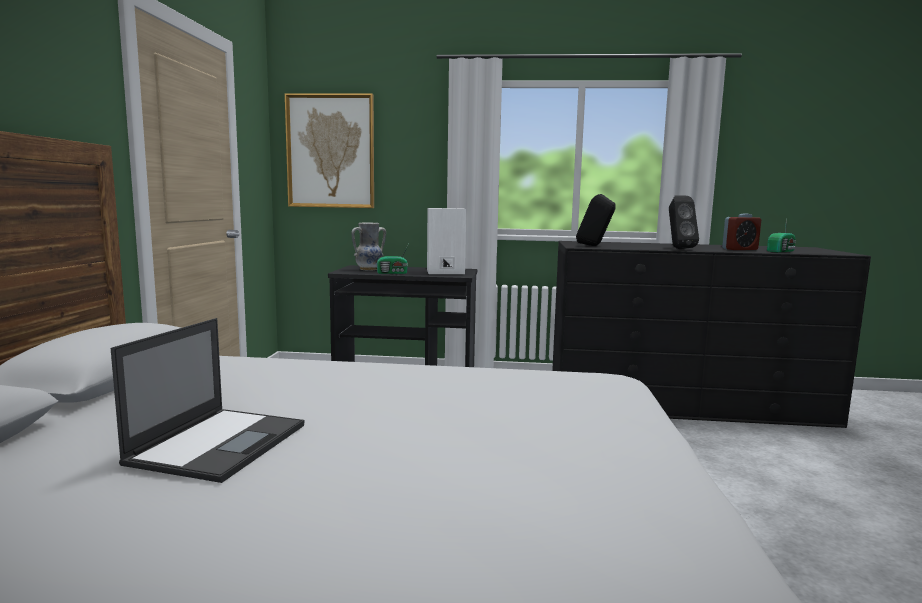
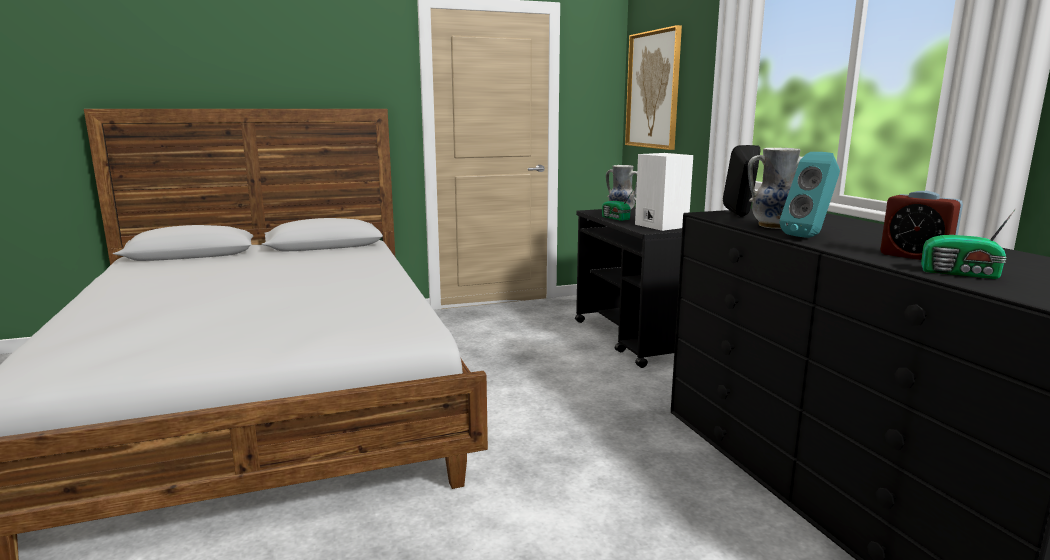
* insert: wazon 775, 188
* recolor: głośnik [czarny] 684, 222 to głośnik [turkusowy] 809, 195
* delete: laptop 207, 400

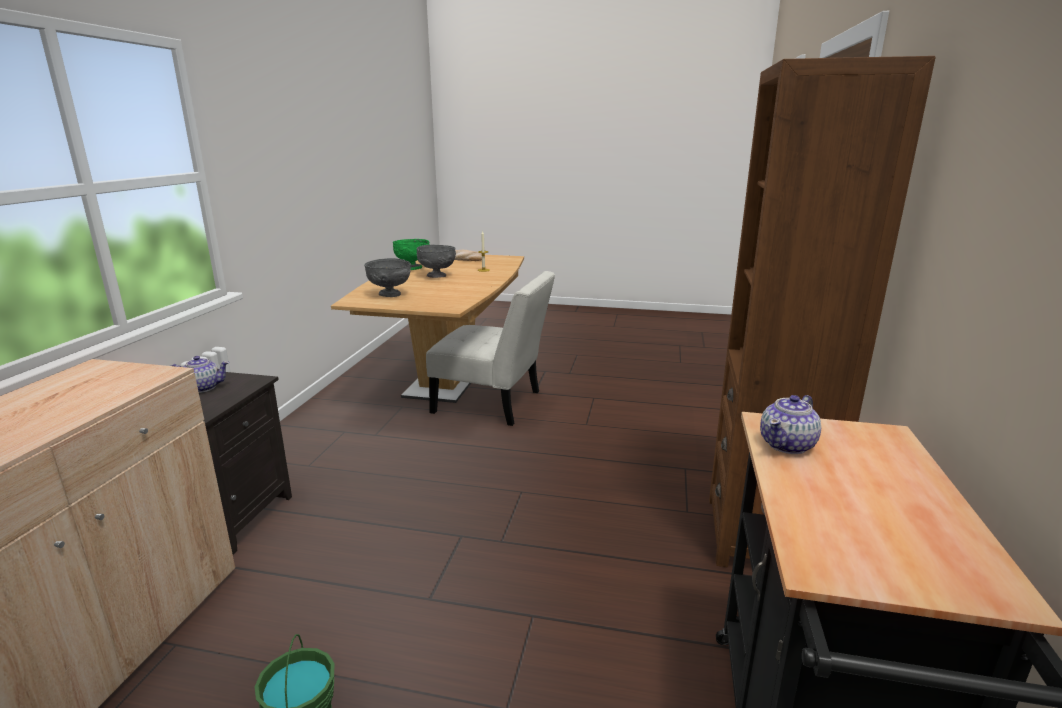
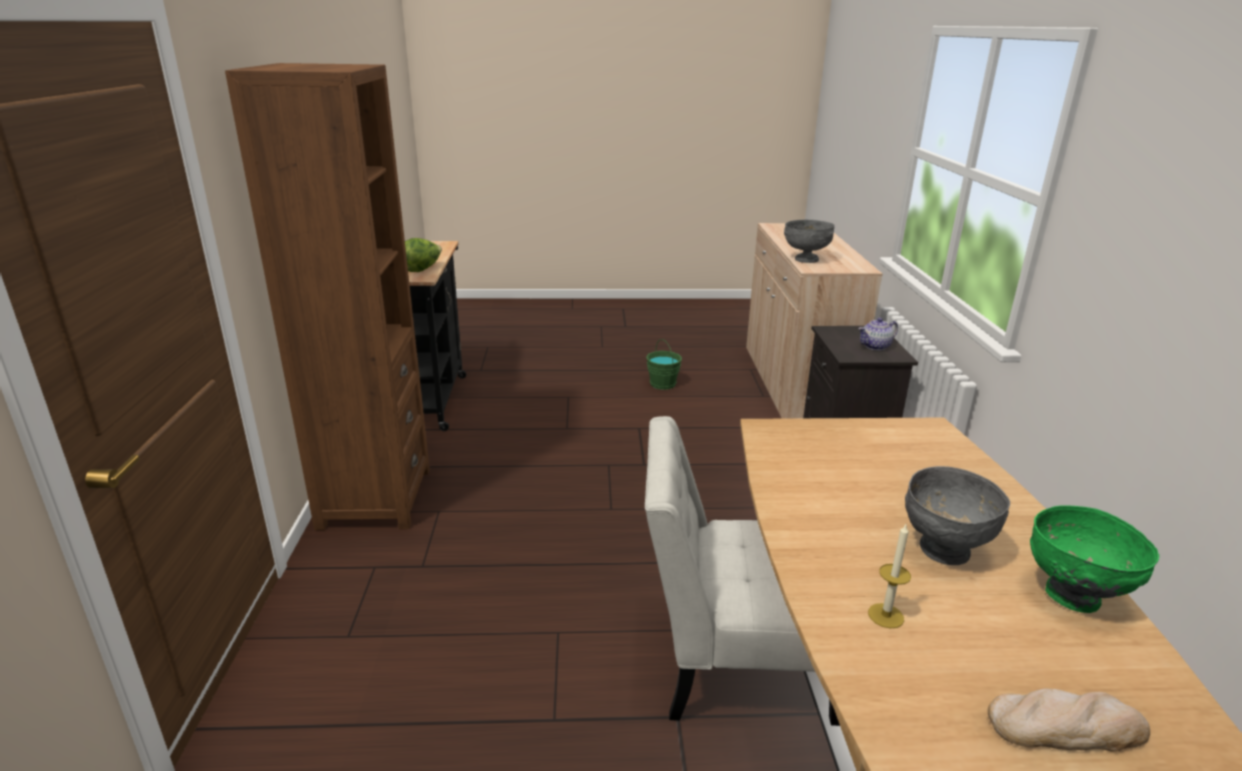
* replace: imbryk 790, 424 to sałata 423, 255
* move: miska [szary] 387, 277 to 809, 241

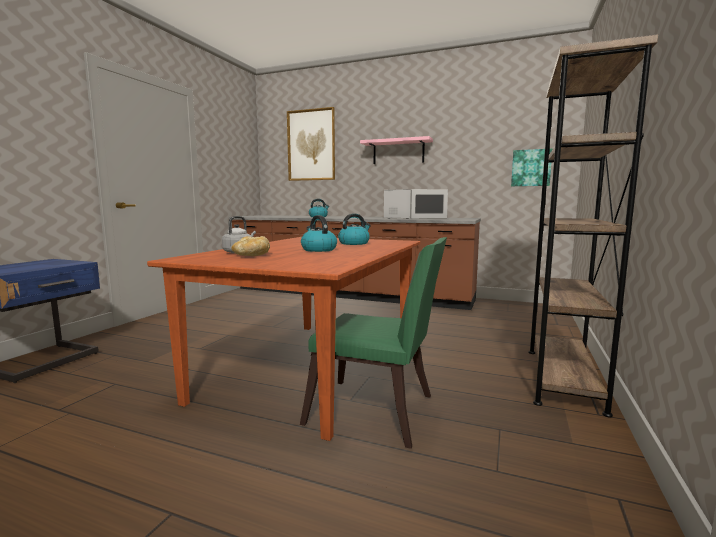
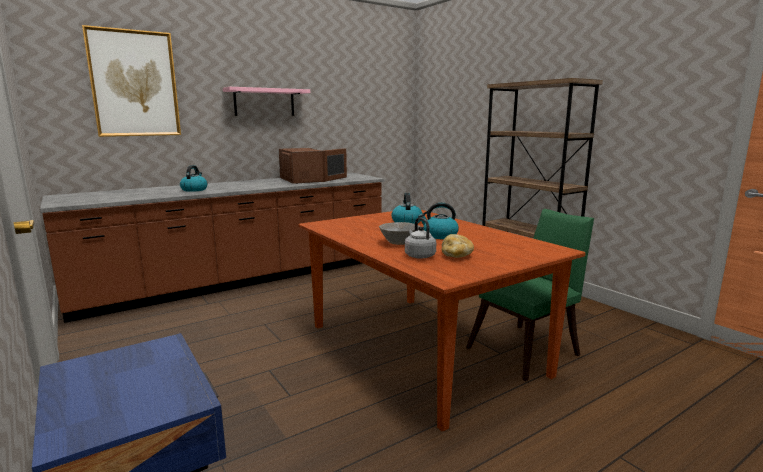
* recolor: mikrofalówka [biały] 416, 204 to mikrofalówka [brązowy] 313, 166
* insert: miska [szary] 399, 233
* delete: obraz 531, 167

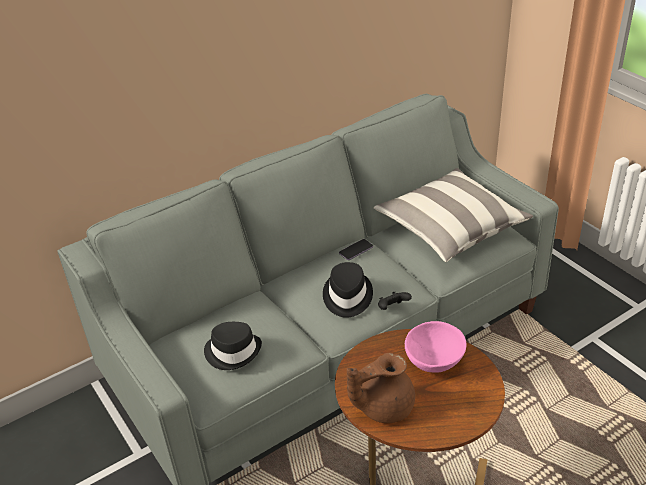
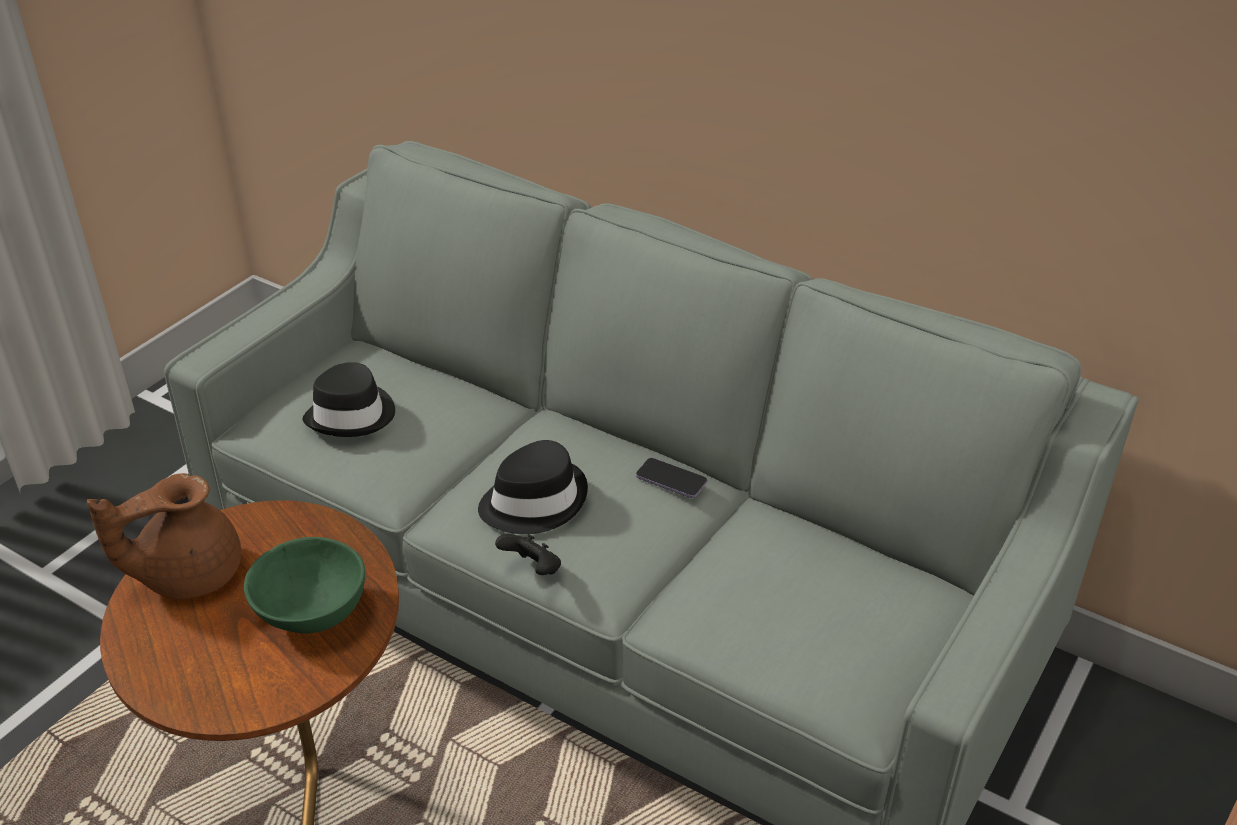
* rotate: imbryk [brązowy] 381, 388 = 164, 536 75 degrees counterclockwise
* recolor: miska [różowy] 435, 347 to miska [zielony] 304, 585
* delete: poduszka 453, 215

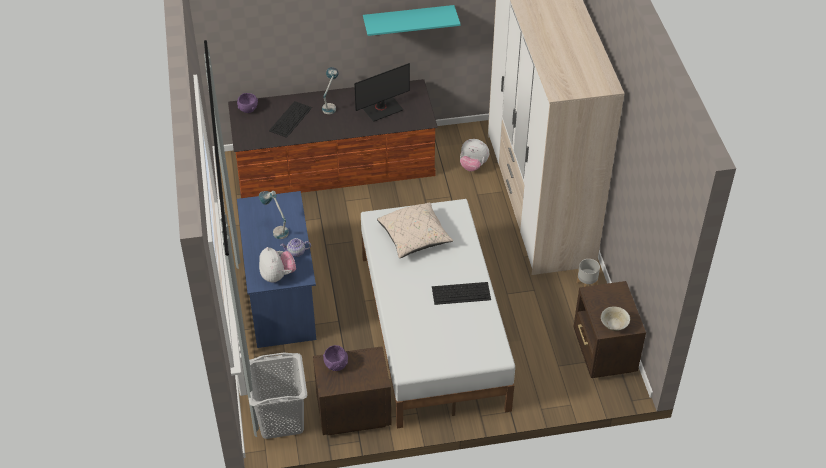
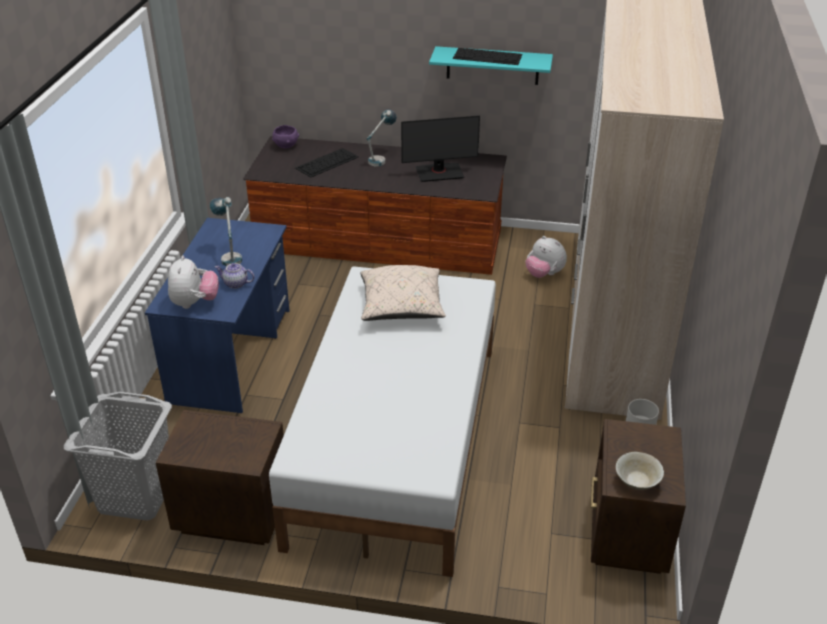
* move: klawiatura 461, 293 to 487, 56
* delete: miska [fioletowy] 335, 358

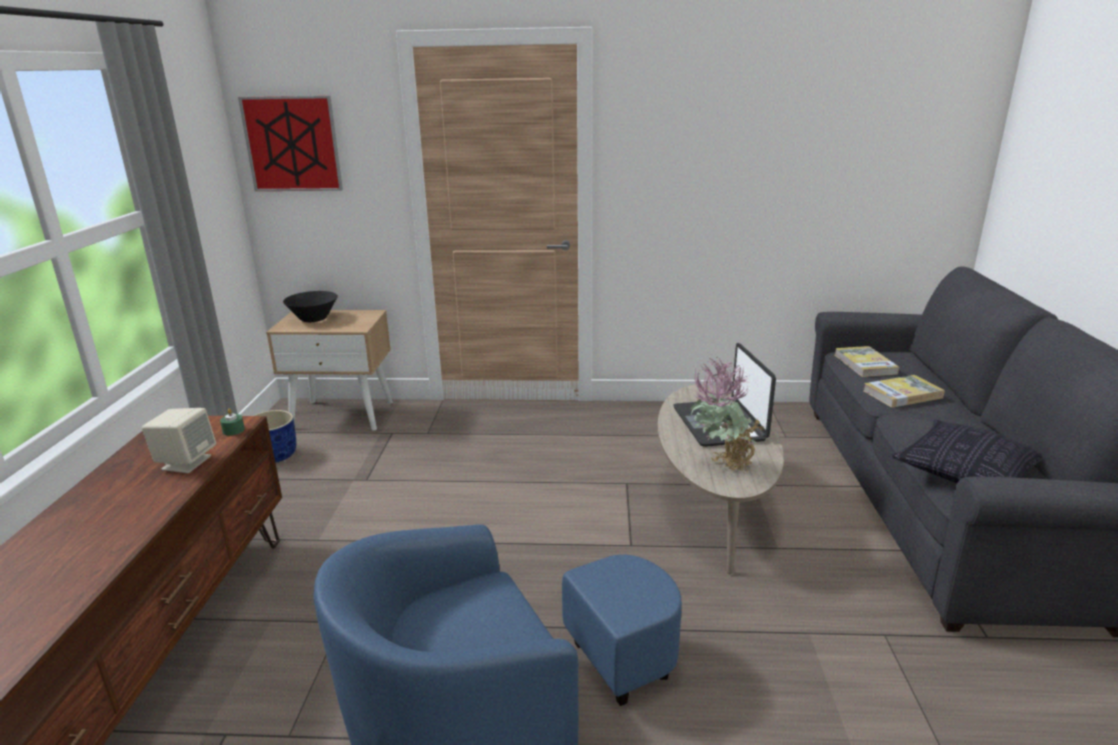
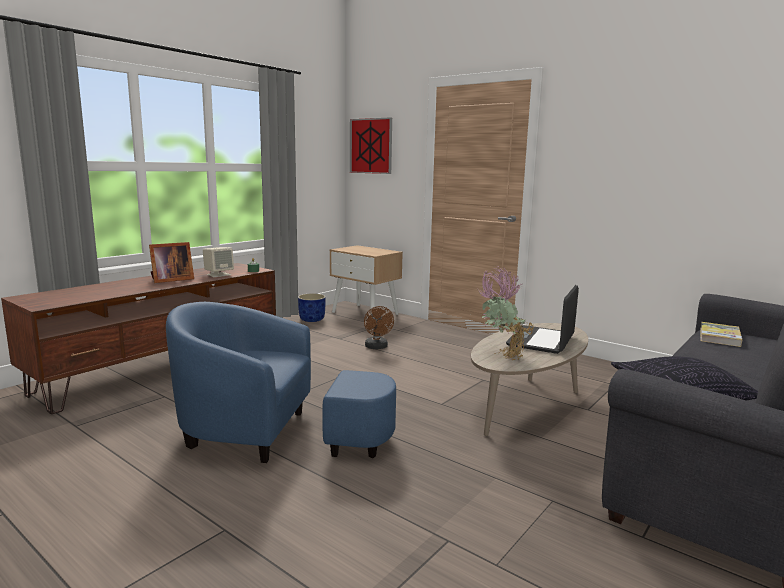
* insert: ramka na zdjęcie 171, 262
* insert: wentylator [brązowy] 379, 327
* delete: miska [czarny] 310, 306
* delete: książka 904, 391

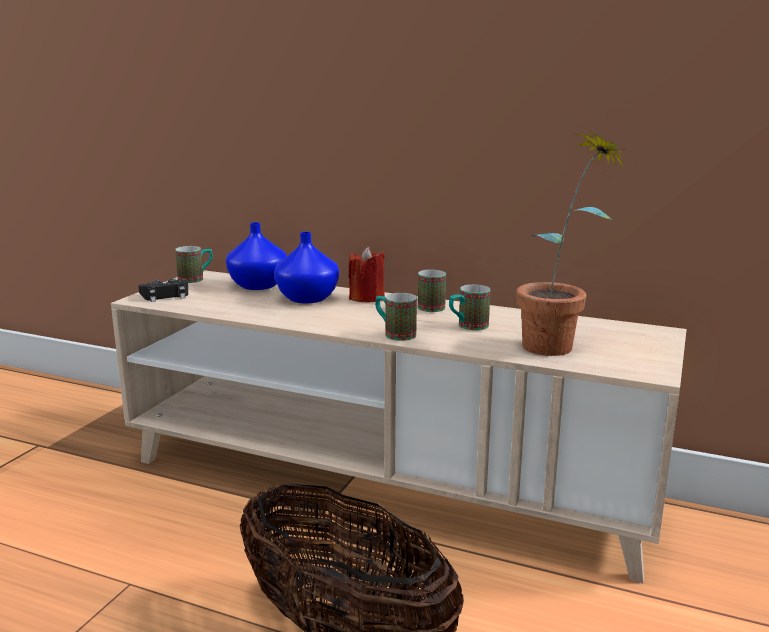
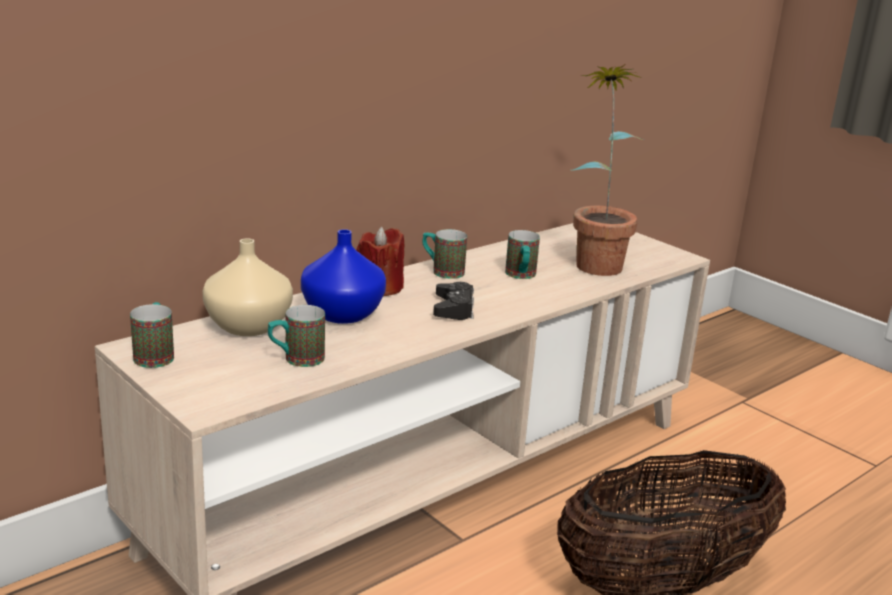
* recolor: wazon [niebieski] 256, 256 to wazon [beżowy] 247, 287
* move: kubek 396, 317 to 296, 336
* move: pad do gier [czarny] 163, 290 to 453, 301

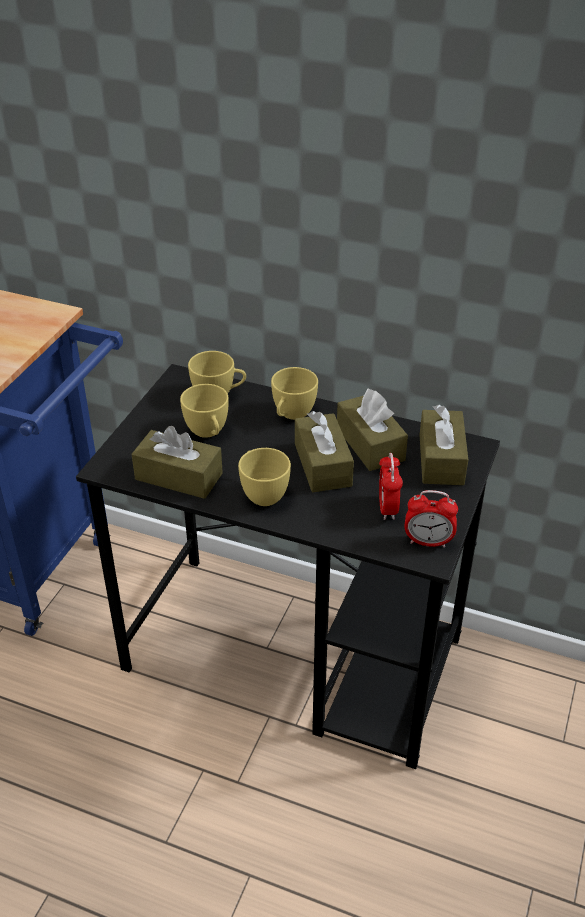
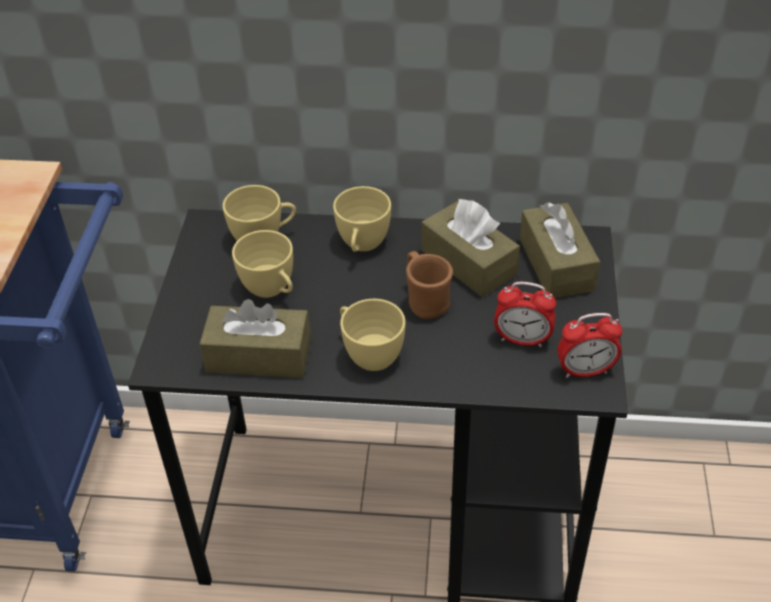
* replace: pudełko chusteczek [brązowy] 324, 451 to kubek [brązowy] 429, 285
* rotate: budzik 391, 486 = 525, 314 60 degrees counterclockwise

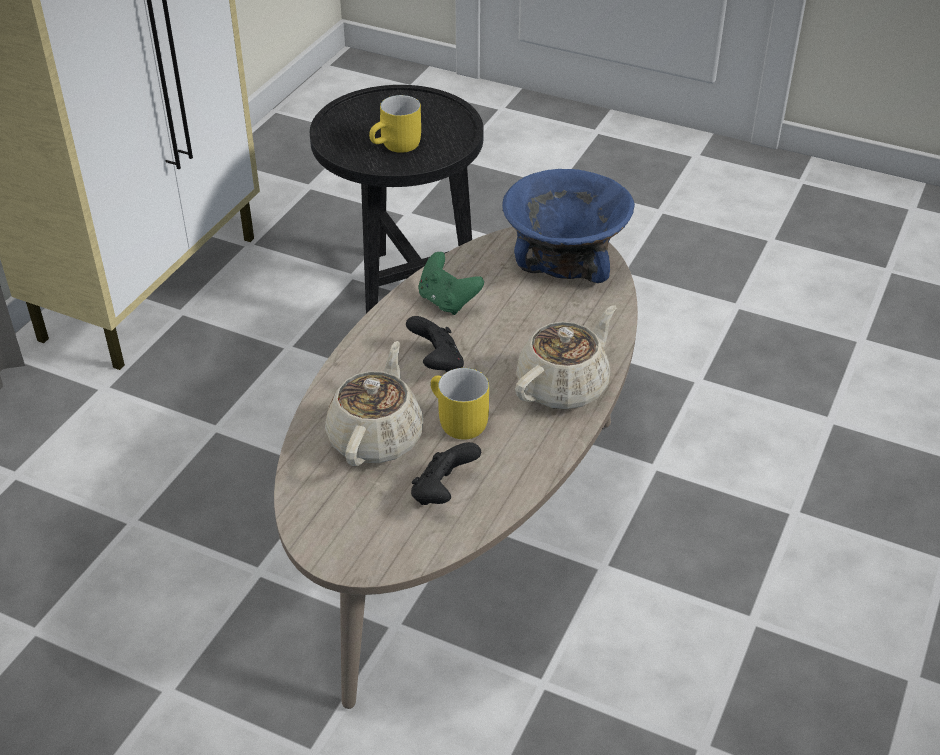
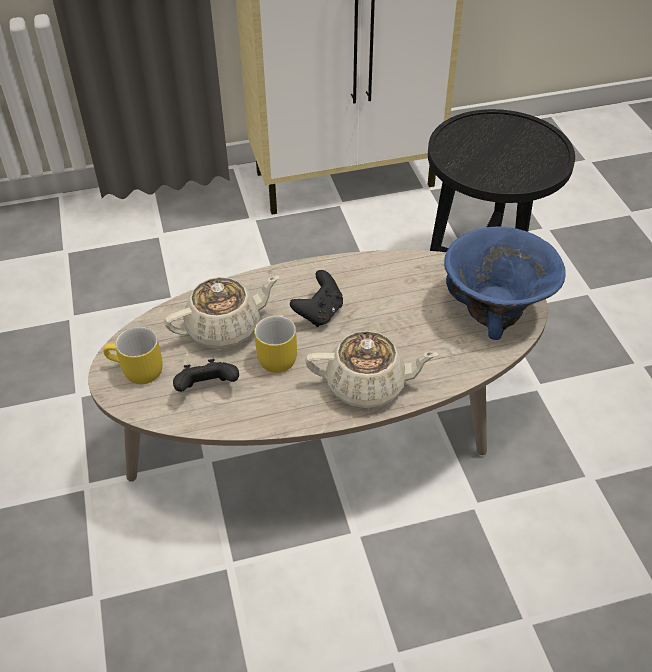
* move: kubek [żółty] 395, 124 to 133, 355
* delete: pad do gier [zielony] 451, 283

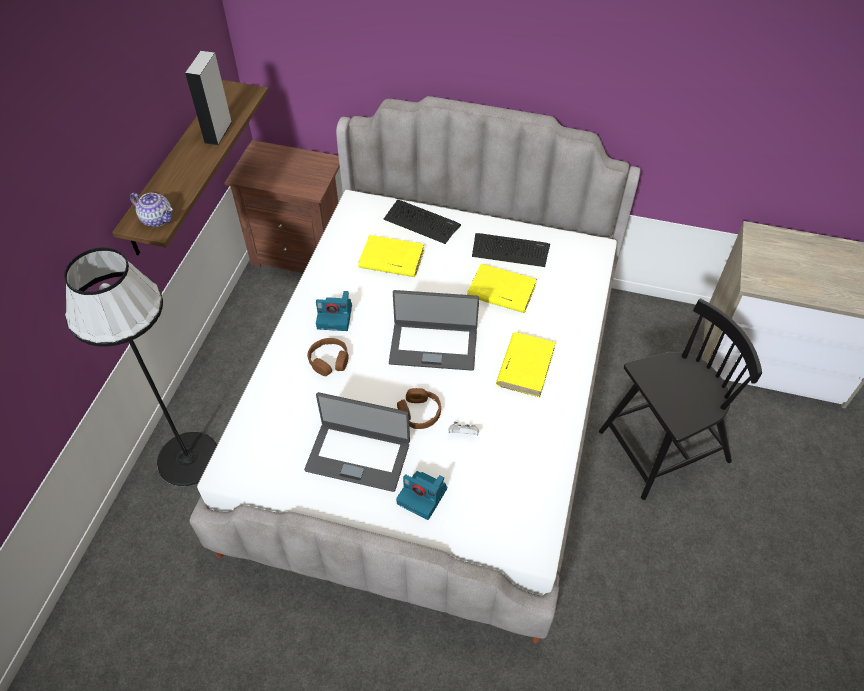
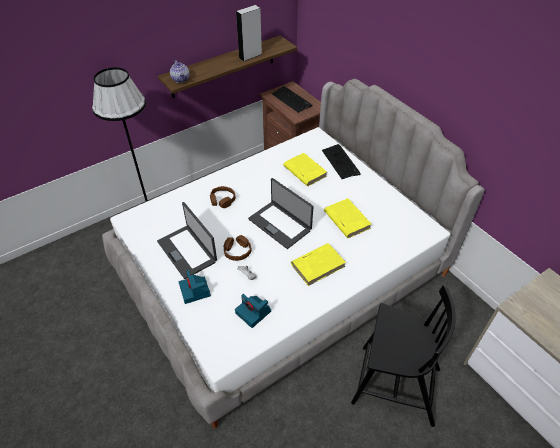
* move: aparat fotograficzny 334, 311 to 253, 311
* move: klawiatura 511, 250 to 292, 99

